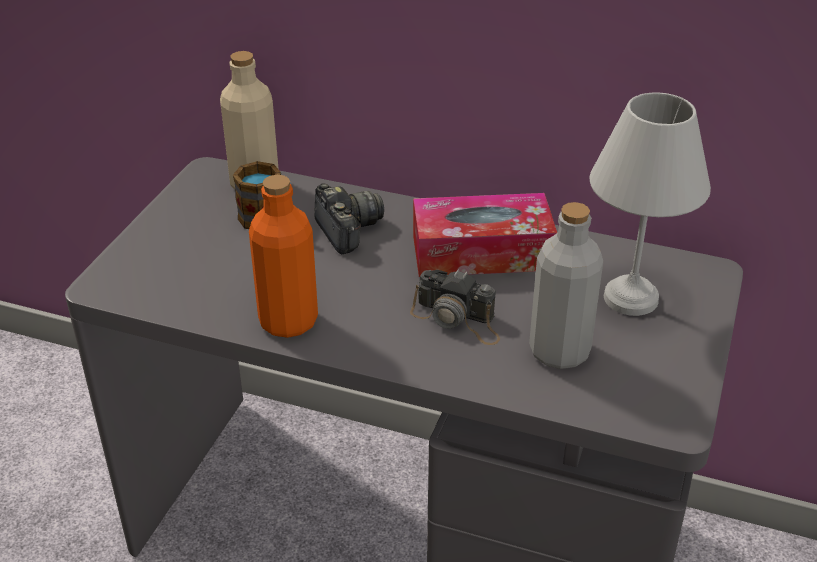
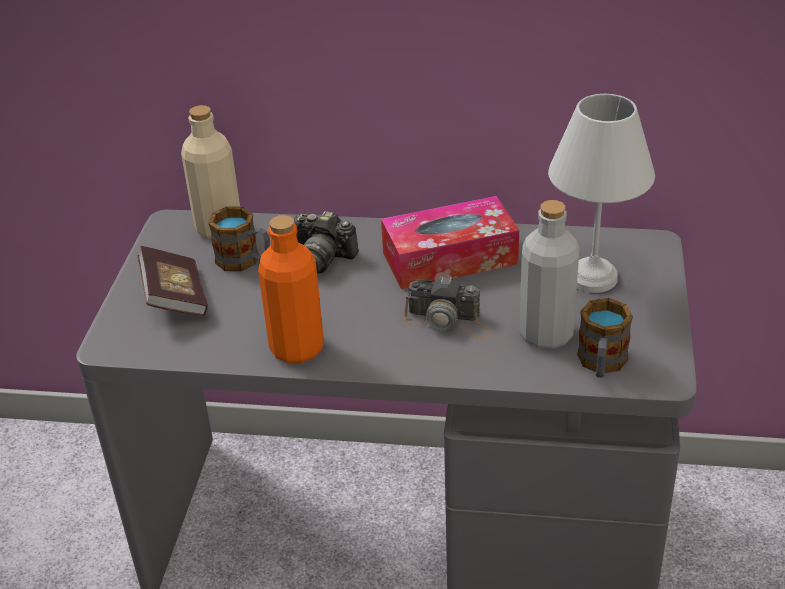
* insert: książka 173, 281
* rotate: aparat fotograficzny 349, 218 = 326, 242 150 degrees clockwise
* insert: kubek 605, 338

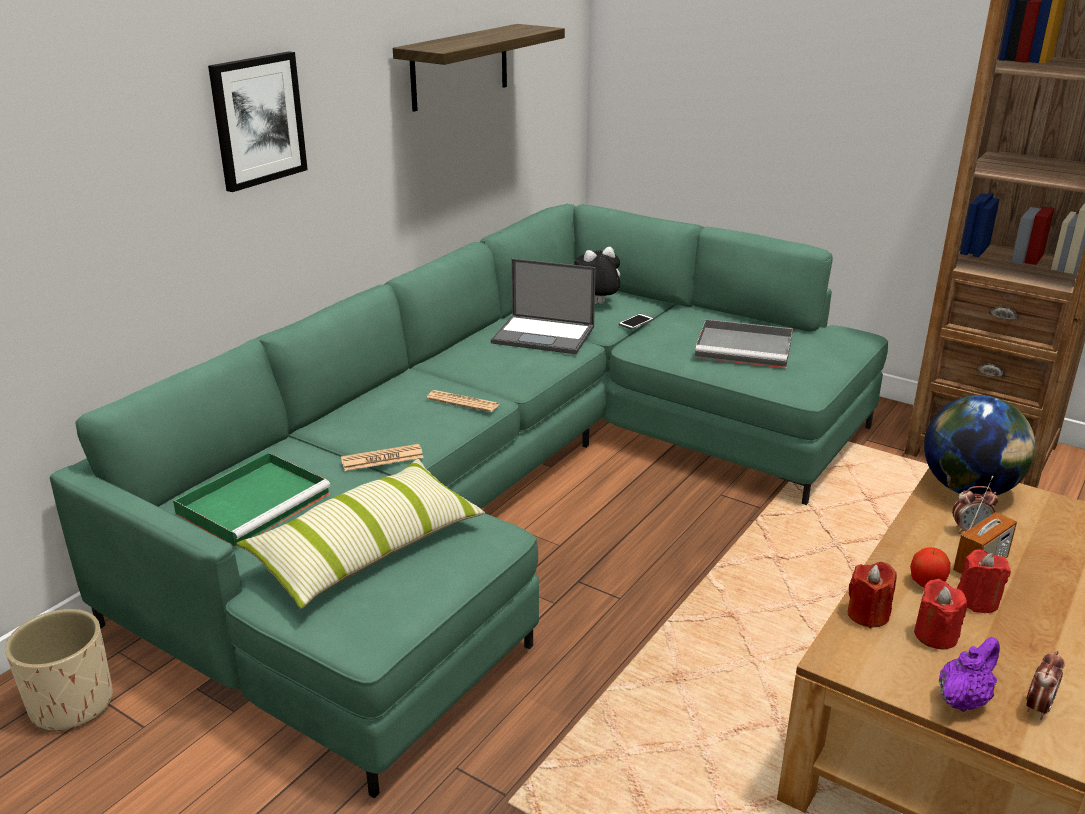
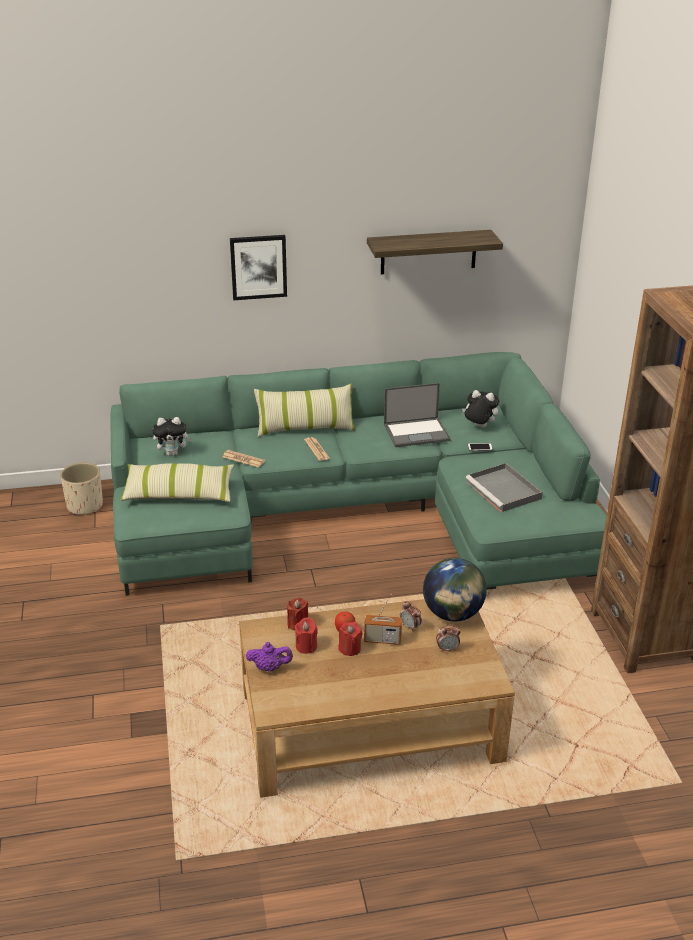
* replace: taca [zielony] 251, 500 to pluszak 173, 436
* insert: poduszka 304, 410
* rotate: laptop 543, 306 = 417, 415 75 degrees counterclockwise
* move: budzik 1045, 685 to 448, 638

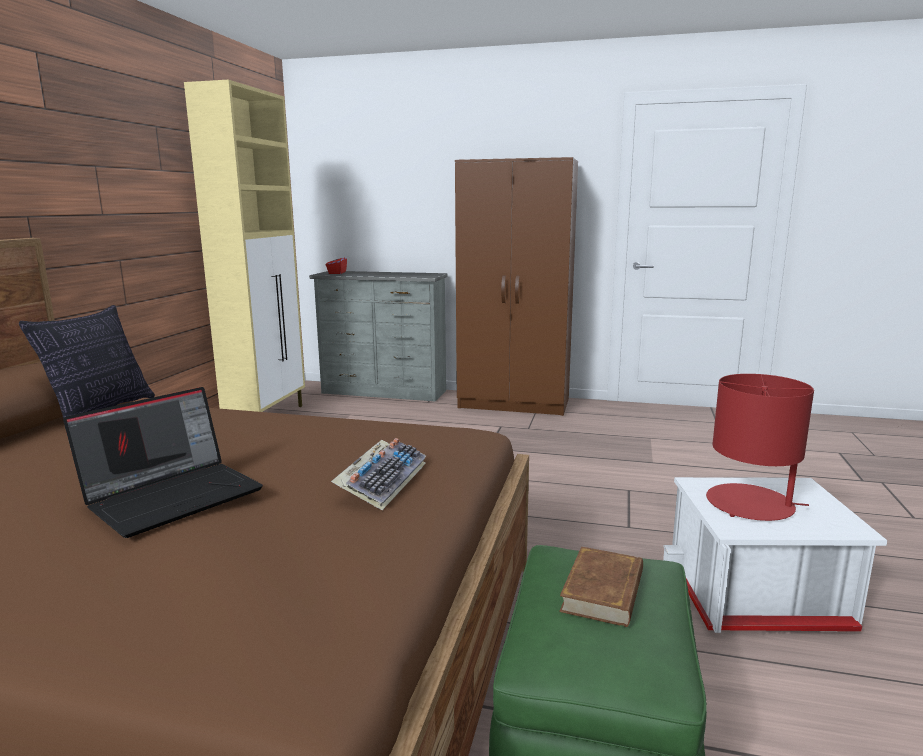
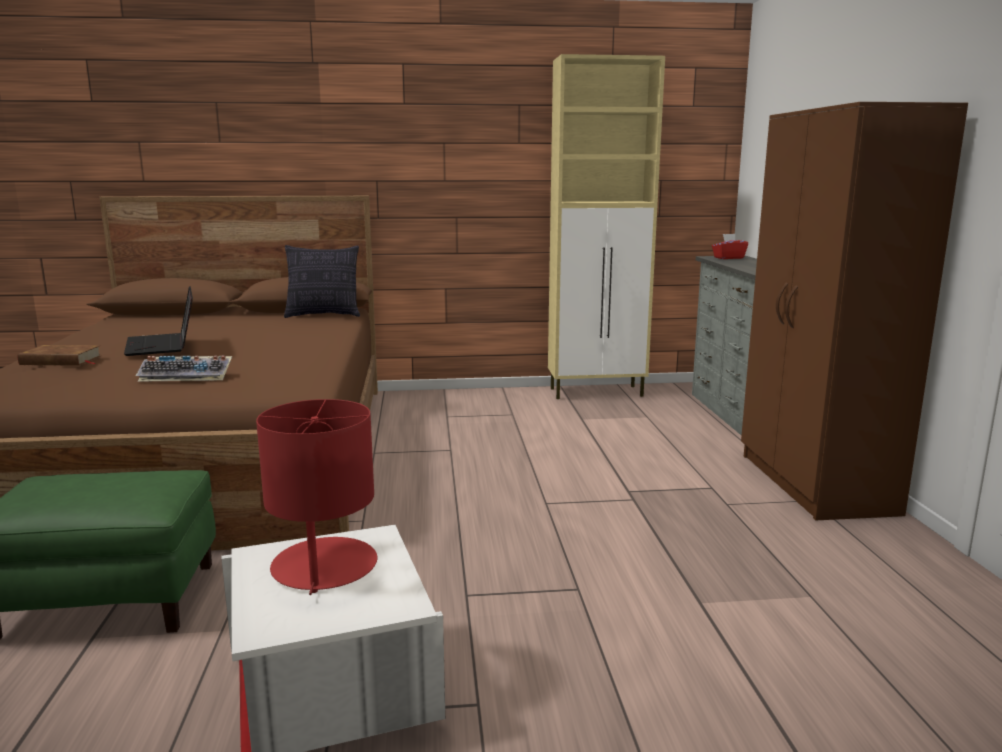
* move: książka [brązowy] 601, 587 to 59, 355
* rotate: laptop 163, 462 = 158, 321 45 degrees clockwise

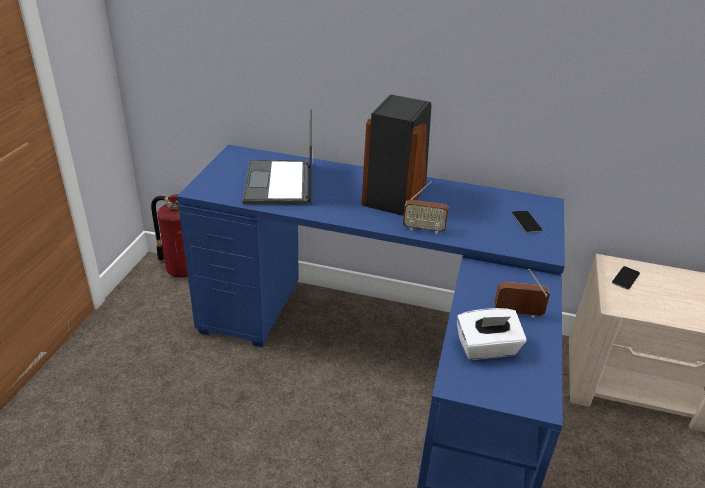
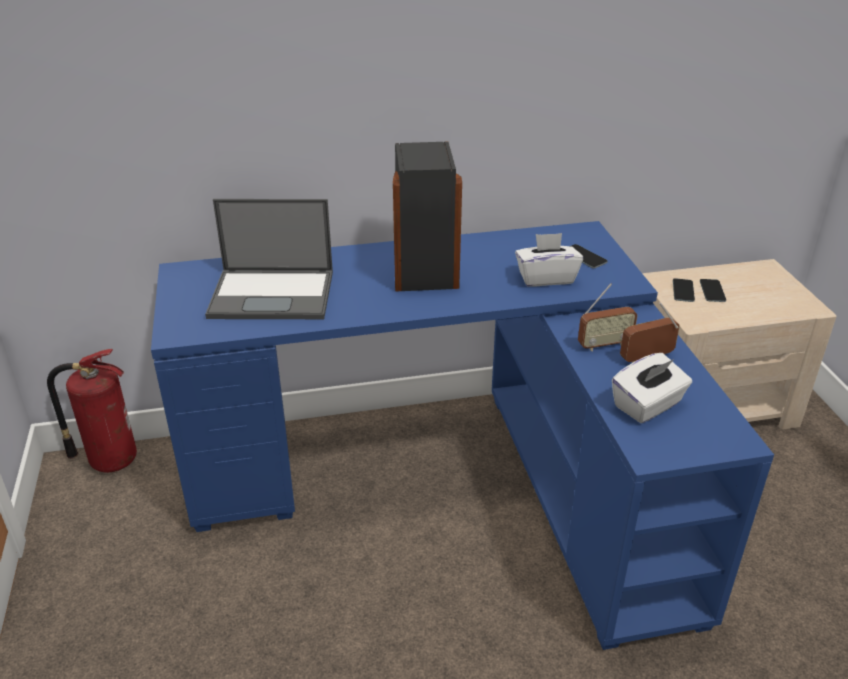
* rotate: laptop 277, 157 = 269, 259 60 degrees counterclockwise
* insert: pudełko chusteczek [biały] 549, 260
* move: radio 426, 207 to 607, 317
* insert: telefon 713, 290

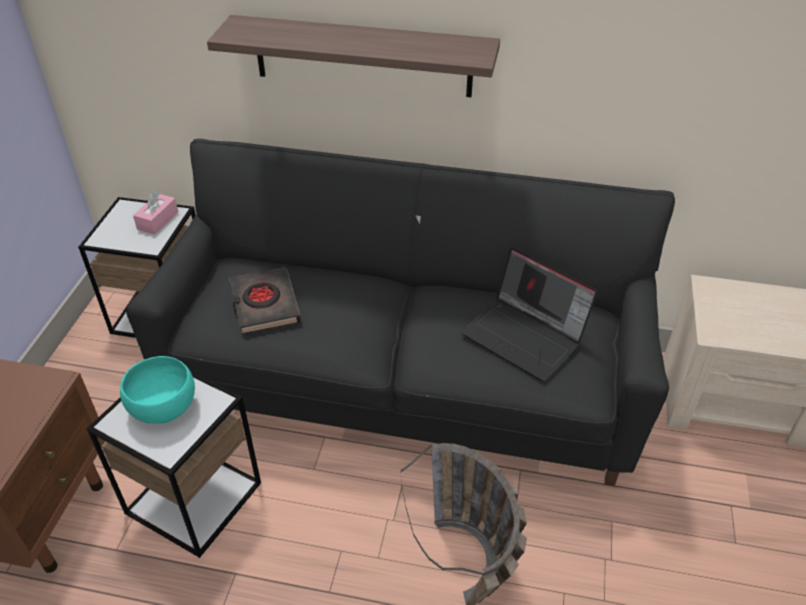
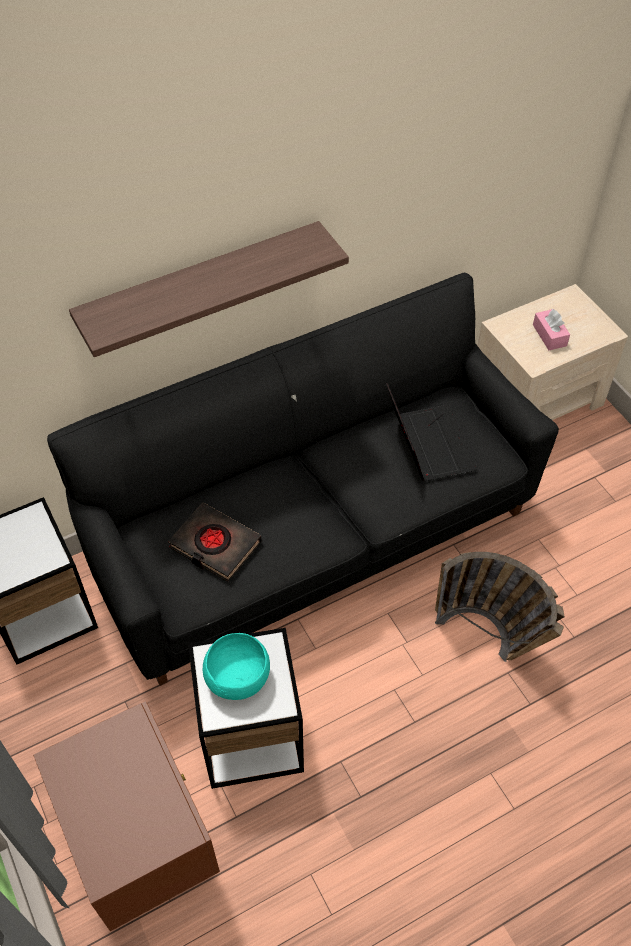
* rotate: laptop 529, 314 = 431, 432 105 degrees counterclockwise
* move: pudełko chusteczek [różowy] 155, 213 to 551, 329

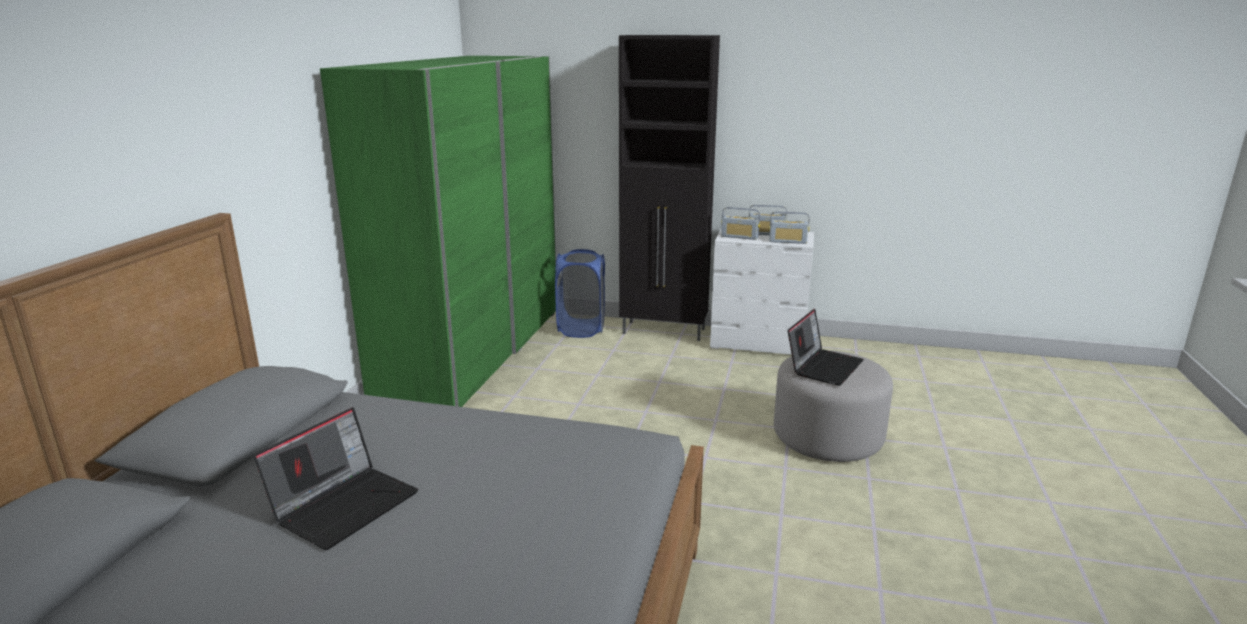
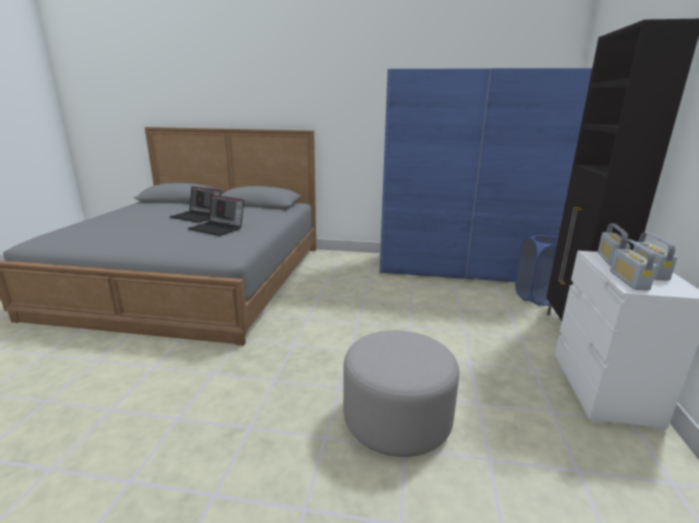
* move: laptop 826, 347 to 216, 215
* recolor: szafa [zielony] 438, 231 to szafa [niebieski] 486, 175

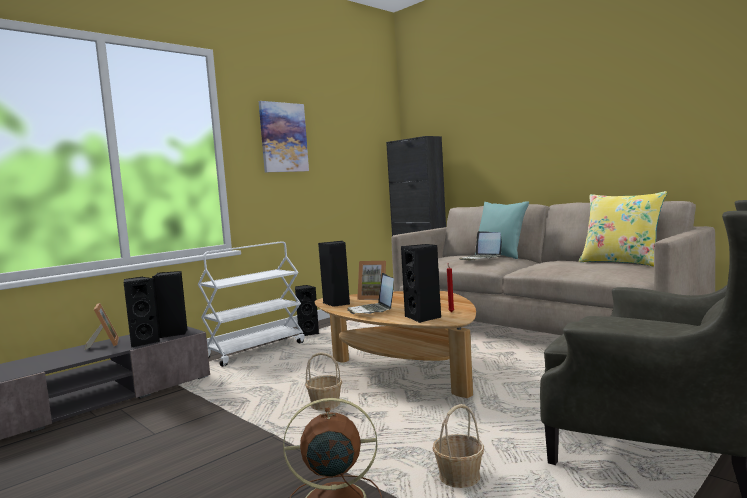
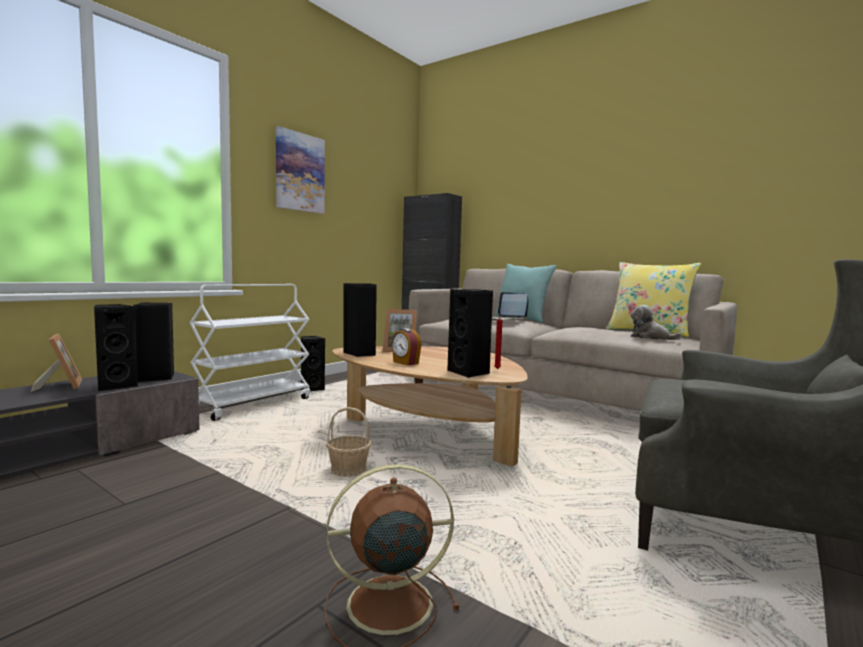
* replace: laptop 370, 293 to budzik 406, 347
* insert: pluszak 656, 322
* delete: koszyk 458, 446

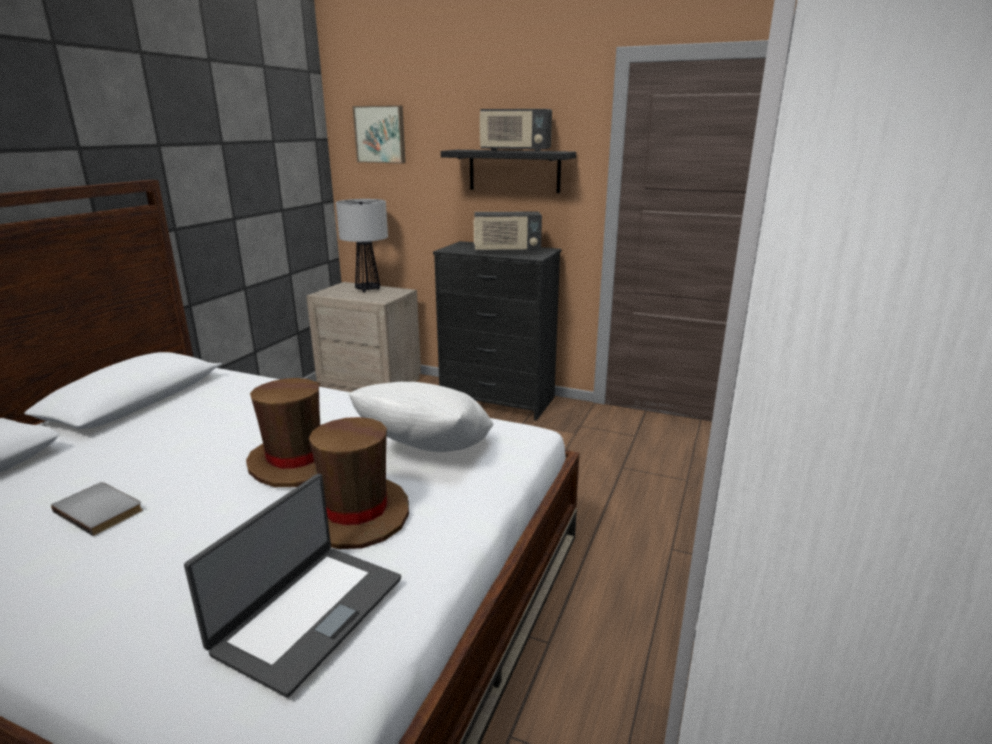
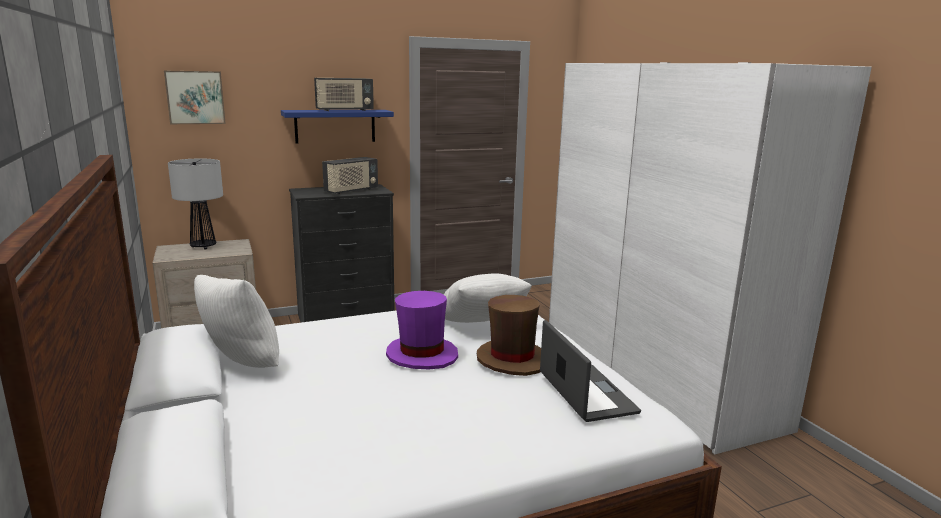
* insert: poduszka [biały] 236, 321
* recolor: półka [czarny] 508, 171 to półka [niebieski] 337, 126
* recolor: kapelusz [brązowy] 283, 432 to kapelusz [fioletowy] 422, 330
* delete: książka [szary] 97, 509

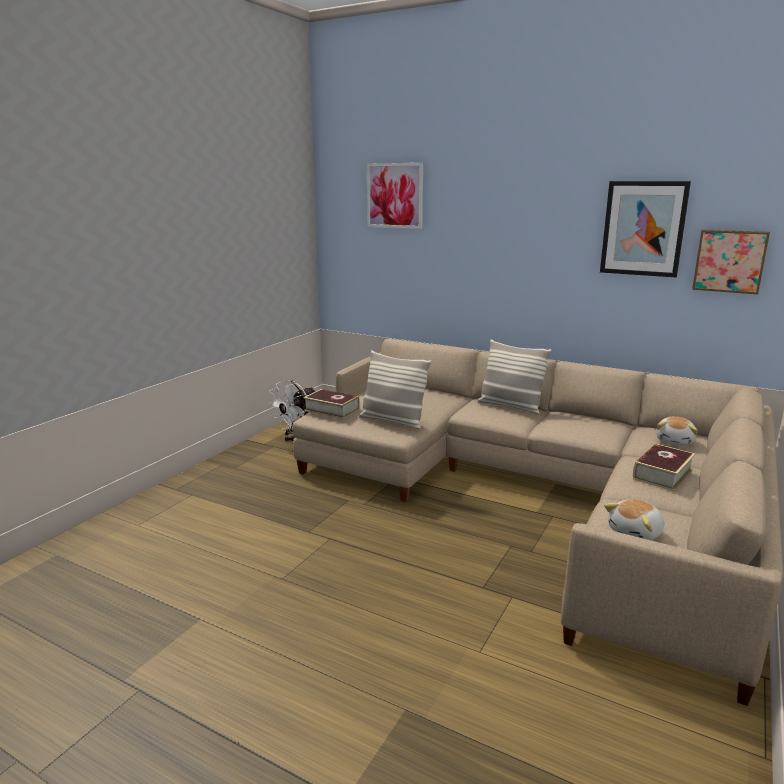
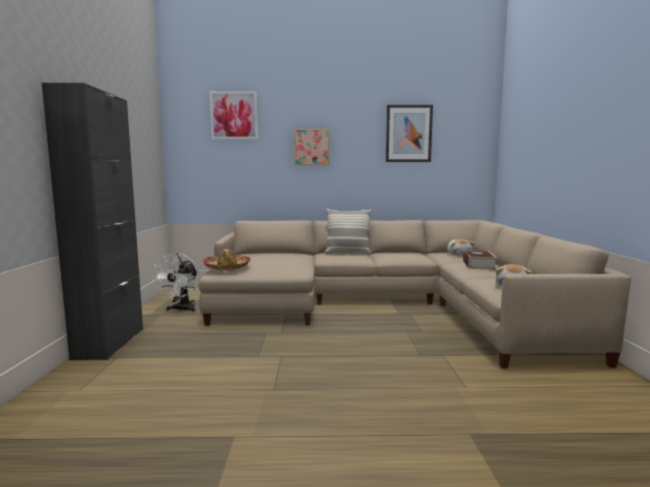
* insert: szafka [czarny] 92, 221
* replace: książka 332, 404 to kapelusz 226, 260
* move: obraz 731, 262 to 311, 147
* delete: poduszka 395, 389

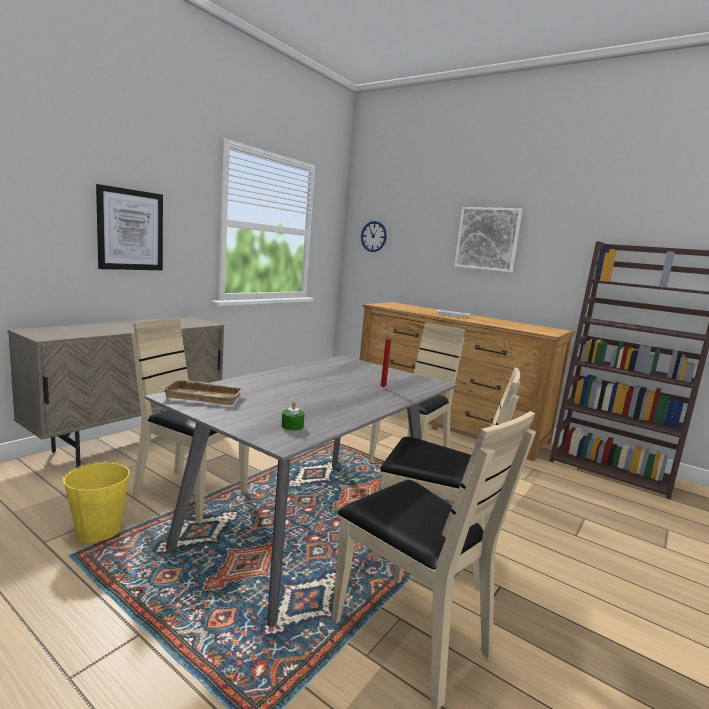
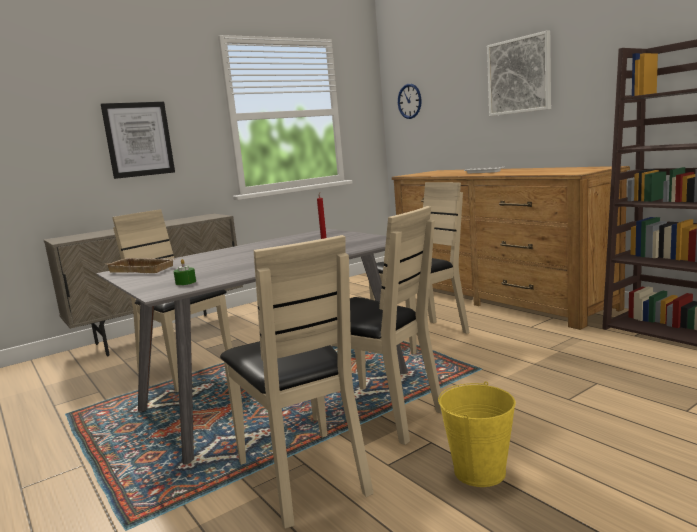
* move: wiadro [żółty] 96, 502 to 477, 434

